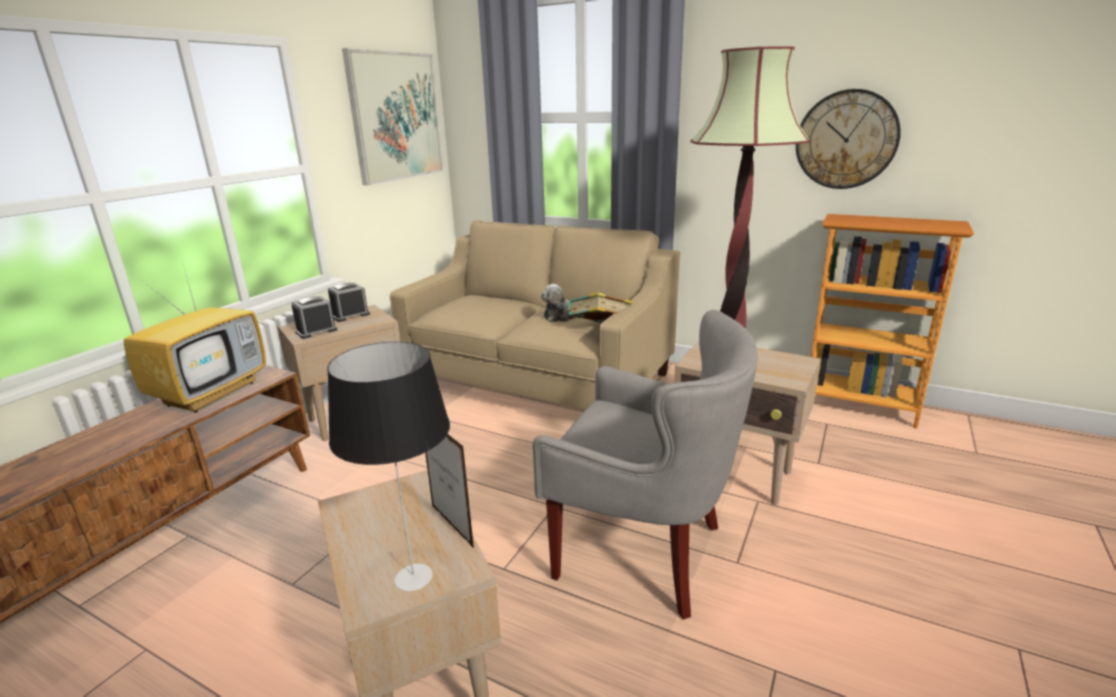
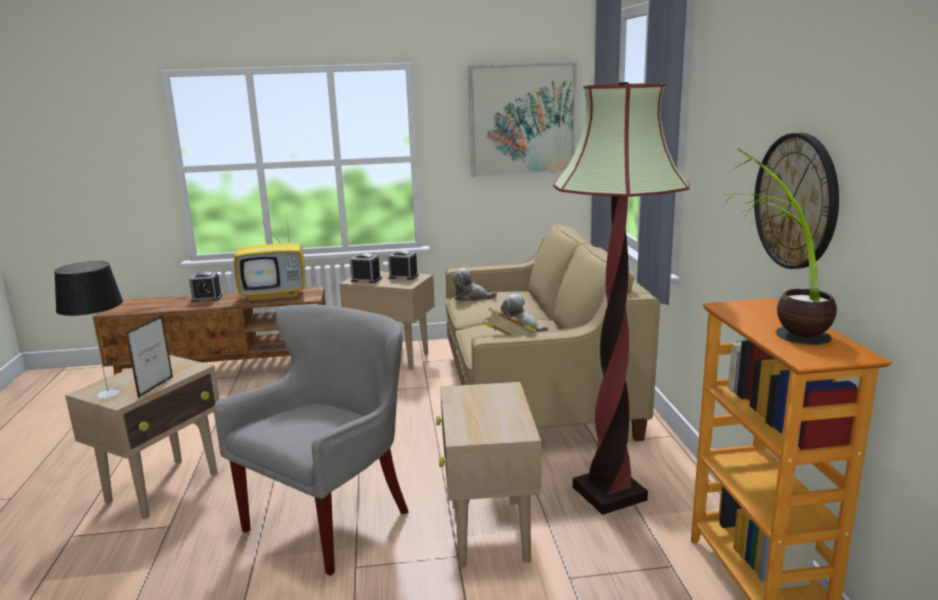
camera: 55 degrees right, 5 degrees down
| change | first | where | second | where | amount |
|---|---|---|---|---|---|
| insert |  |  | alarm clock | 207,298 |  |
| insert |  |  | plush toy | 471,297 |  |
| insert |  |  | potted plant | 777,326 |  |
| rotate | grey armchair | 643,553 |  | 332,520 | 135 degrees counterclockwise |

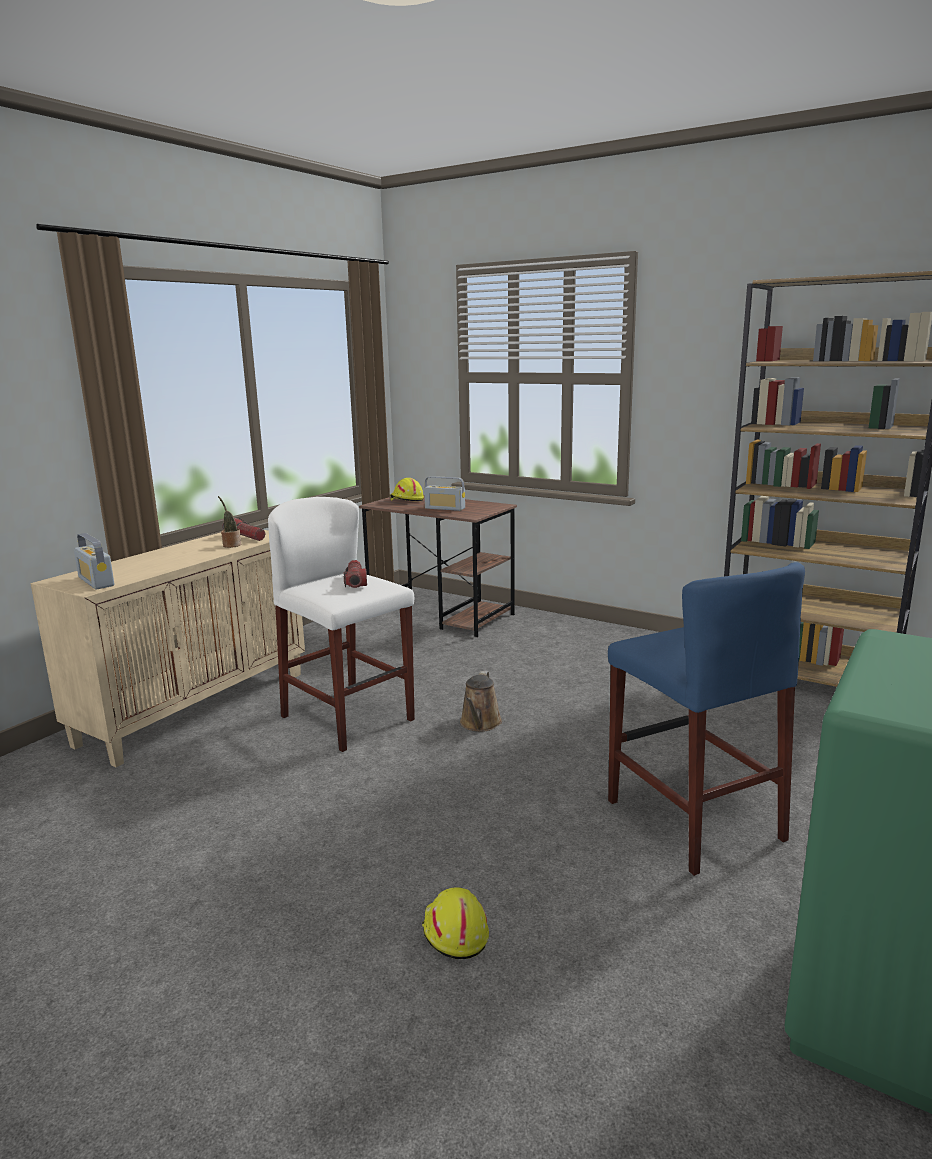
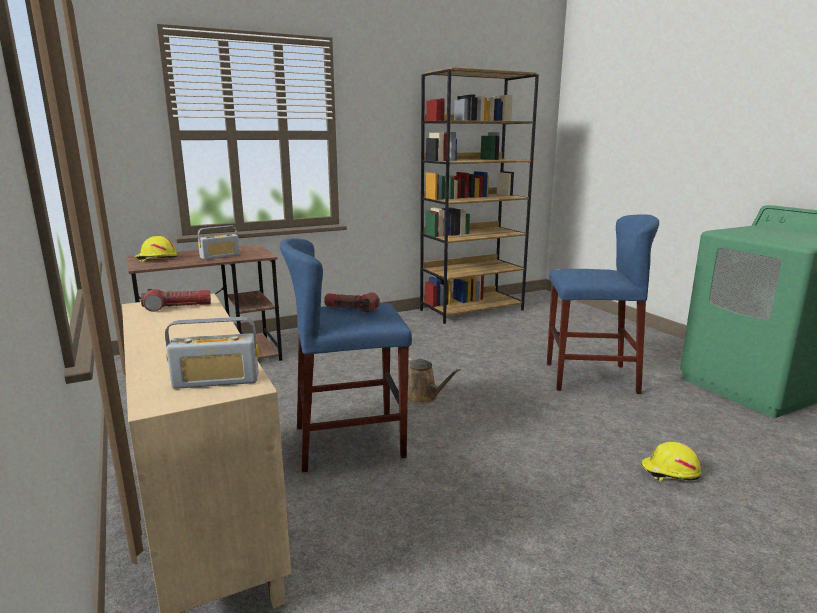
camera: 60 degrees left, 0 degrees up
| change | first | where | second | where | amount |
|---|---|---|---|---|---|
| delete | potted plant | 231,545 |  |  |  |
| recolor | white stool | 348,718 | blue stool | 349,442 |  |

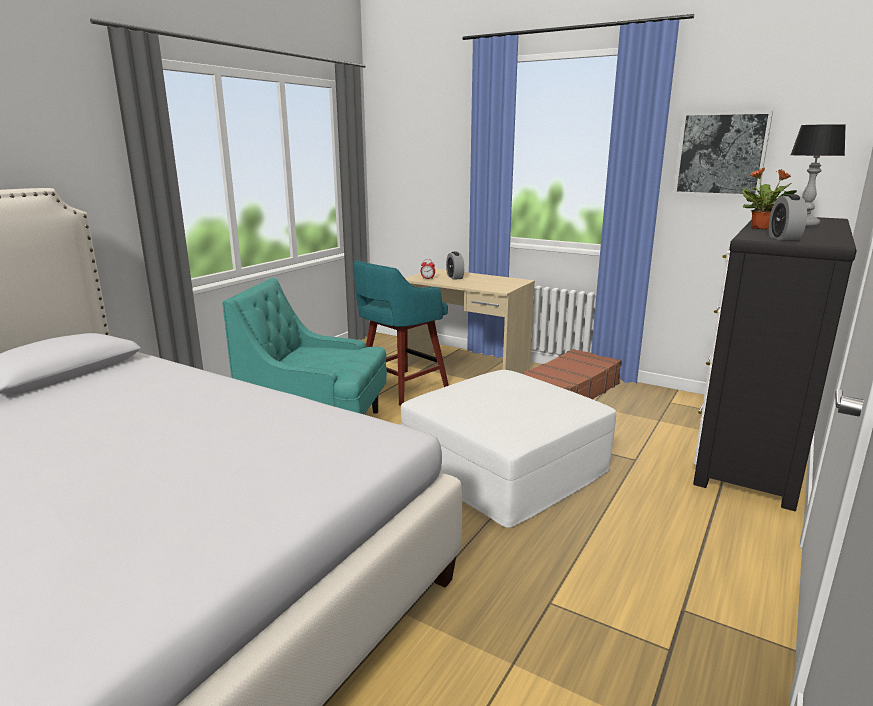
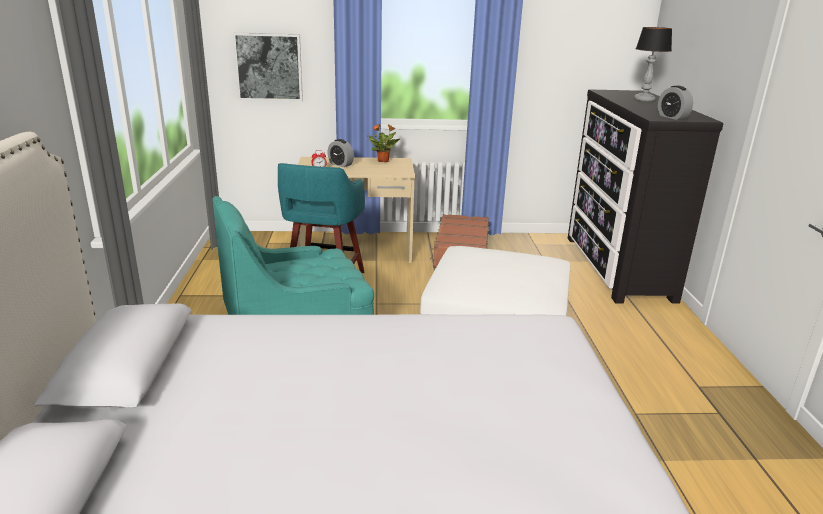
camera: 35 degrees left, 5 degrees up
| change | first | where | second | where | amount |
|---|---|---|---|---|---|
| move | picture | 721,154 |  | 269,67 |  |
| move | potted plant | 761,228 |  | 383,161 |  |

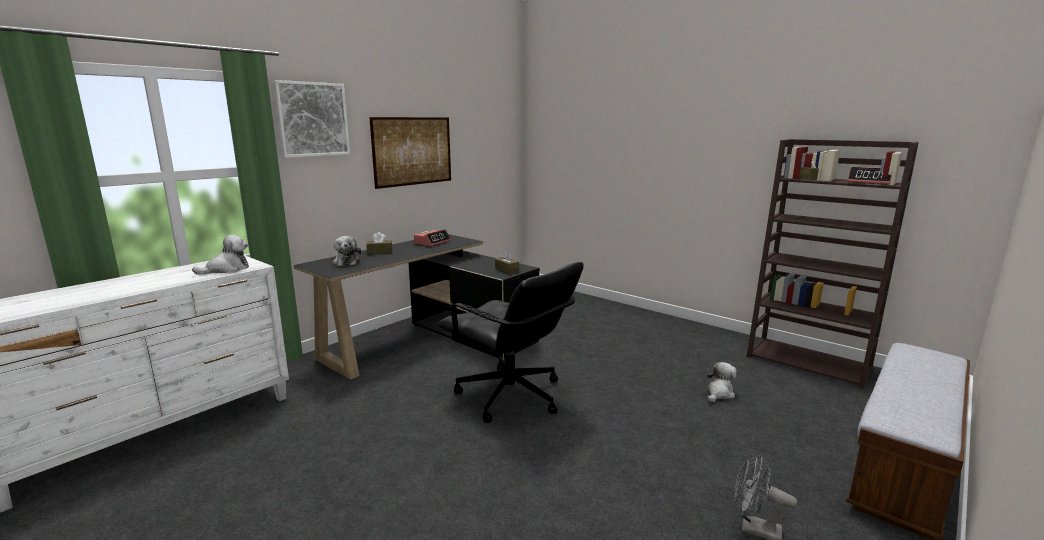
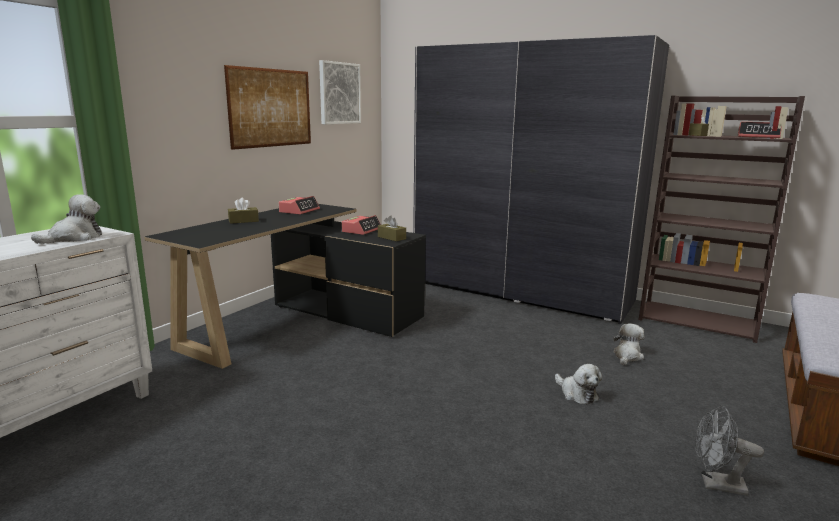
camera: 10 degrees left, 0 degrees up
| change | first | where | second | where | amount |
|---|---|---|---|---|---|
| delete | black office chair | 511,396 |  |  |  |
| insert |  |  | alarm clock | 361,230 |  |
| insert |  |  | grey wardrobe | 520,291 |  |
| move | picture | 312,119 |  | 339,93 |  |
| move | plush toy | 346,262 |  | 577,394 |  |

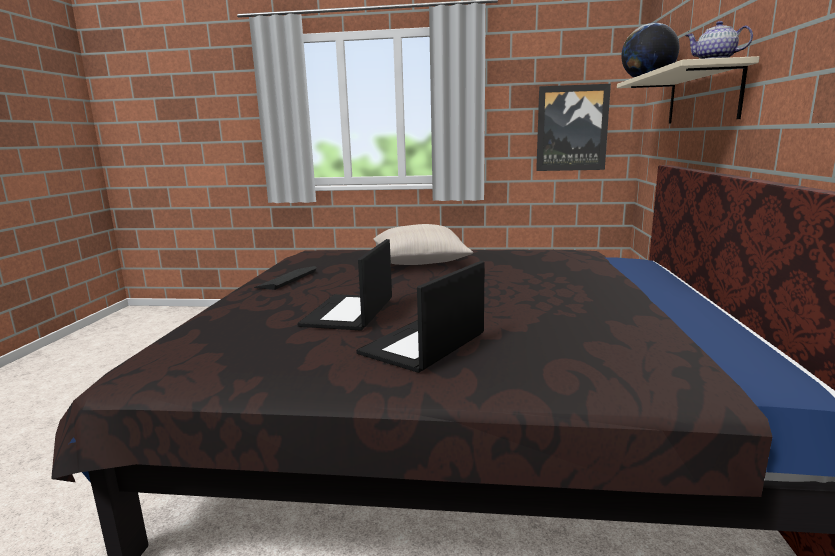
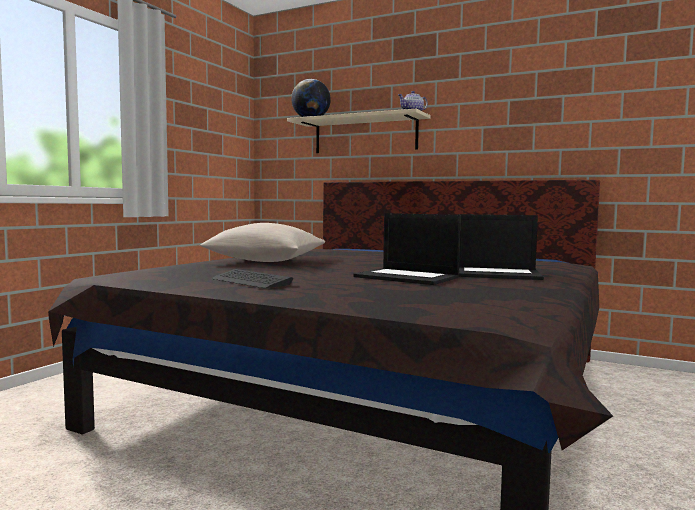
camera: 70 degrees left, 10 degrees down
| change | first | where | second | where | amount |
|---|---|---|---|---|---|
| delete | picture | 571,128 |  |  |  |
| rotate | laptop | 423,345 |  | 497,274 | 45 degrees counterclockwise |

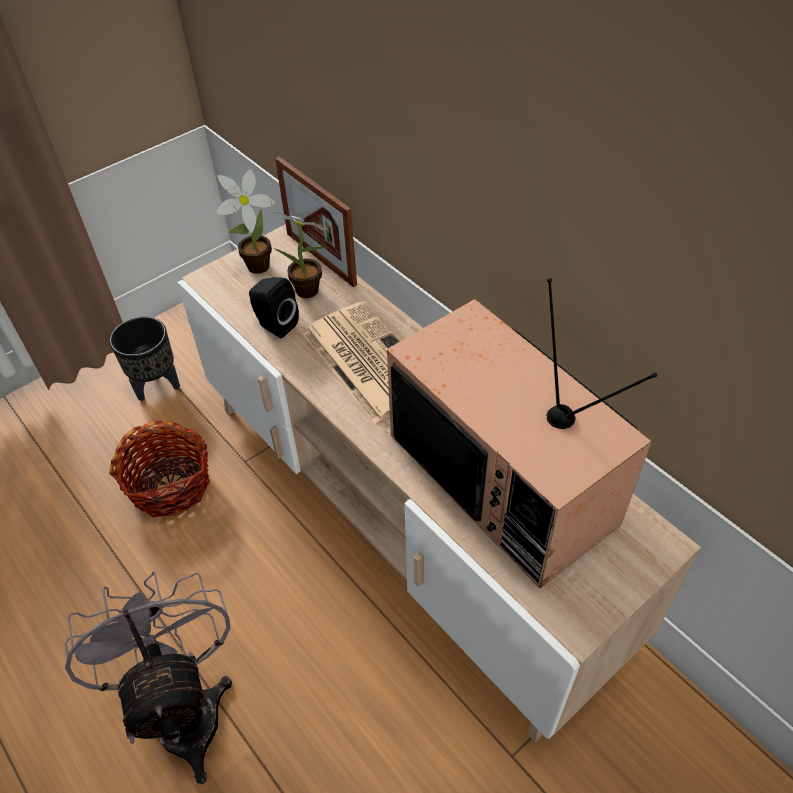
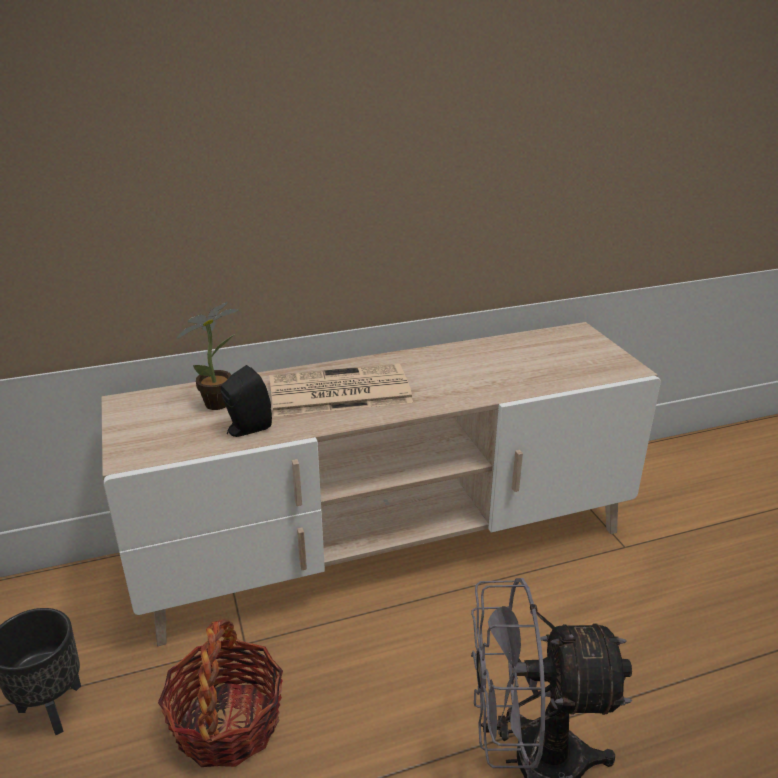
camera: 70 degrees left, 20 degrees down
| change | first | where | second | where | amount |
|---|---|---|---|---|---|
| delete | potted plant | 254,268 |  |  |  |
| delete | picture frame | 321,258 |  |  |  |
| delete | television | 507,478 |  |  |  |

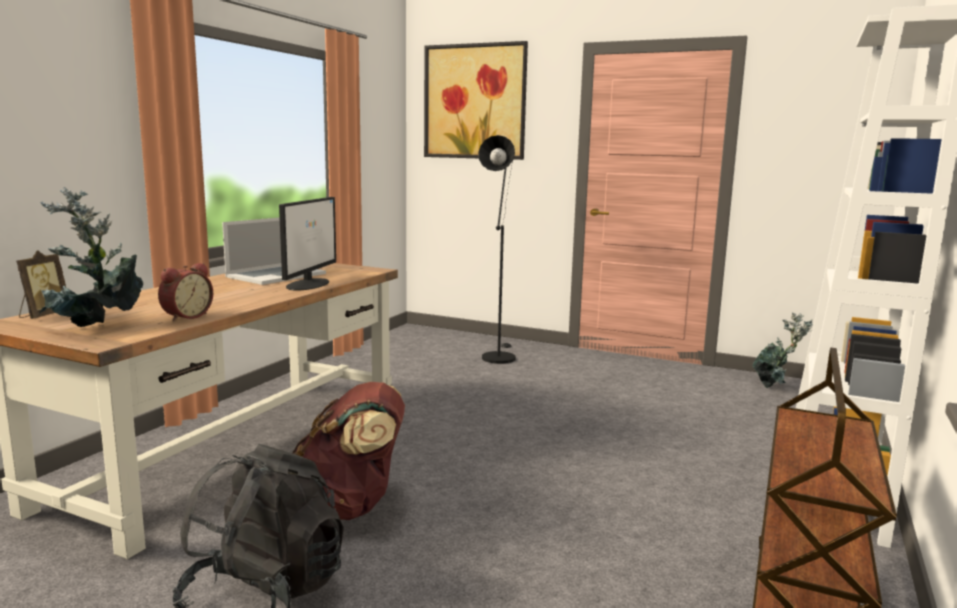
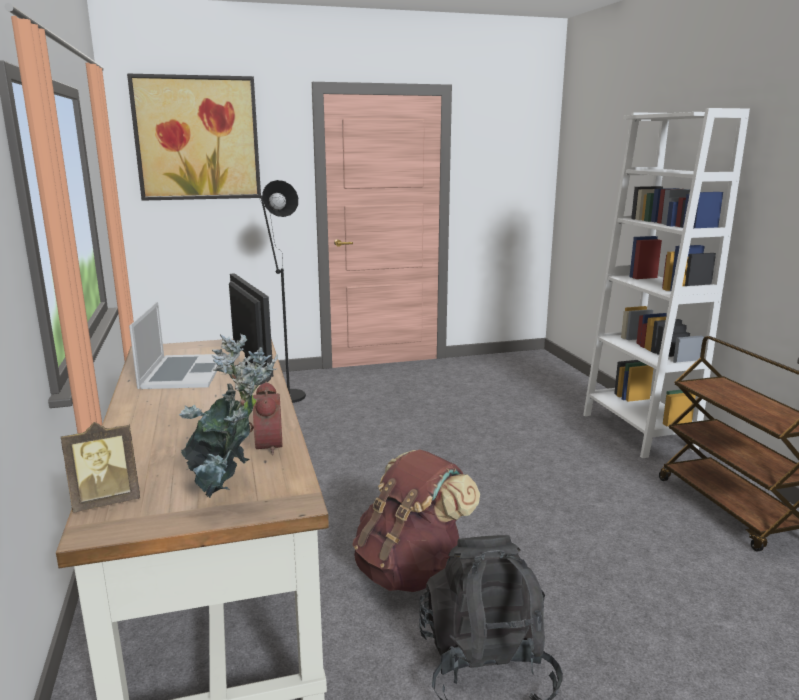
camera: 40 degrees left, 5 degrees up
| change | first | where | second | where | amount |
|---|---|---|---|---|---|
| delete | potted plant | 775,387 |  |  |  |
| rotate | picture frame | 43,315 |  | 106,502 | 90 degrees clockwise |

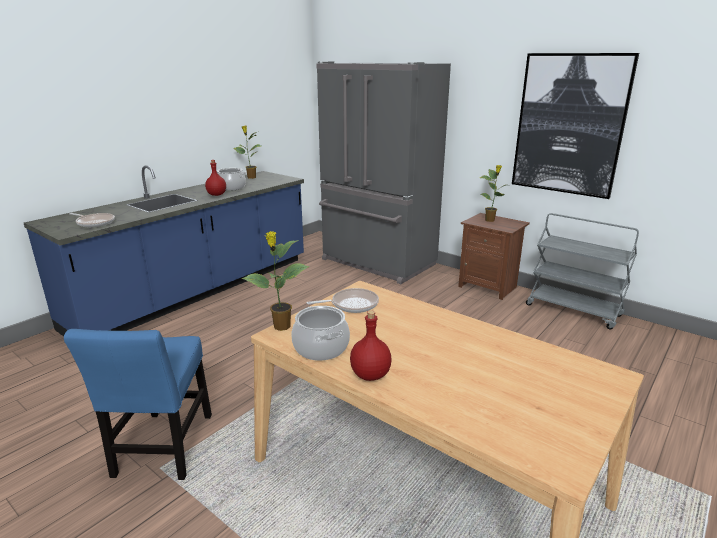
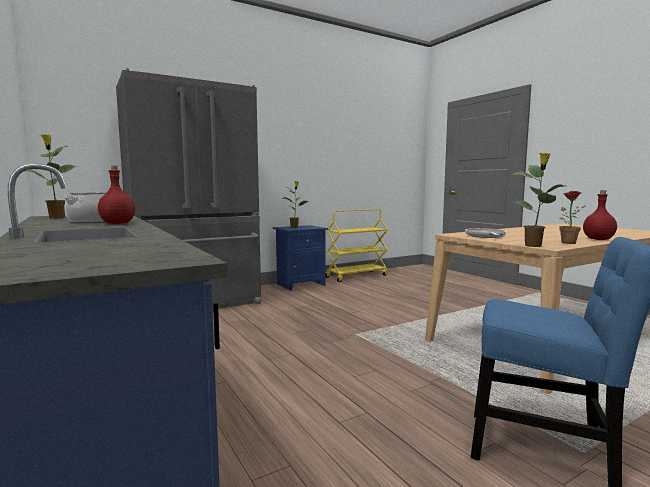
camera: 70 degrees left, 15 degrees down
| change | first | where | second | where | amount |
|---|---|---|---|---|---|
| delete | frying pan | 94,223 |  |  |  |
| delete | picture | 569,125 |  |  |  |
| replace | cooking pot | 321,348 | potted plant | 566,242 |  |
| recolor | brown nightstand | 488,286 | blue nightstand | 300,284 |  |
| recolor | grey cart | 574,310 | yellow cart | 356,276 |  |

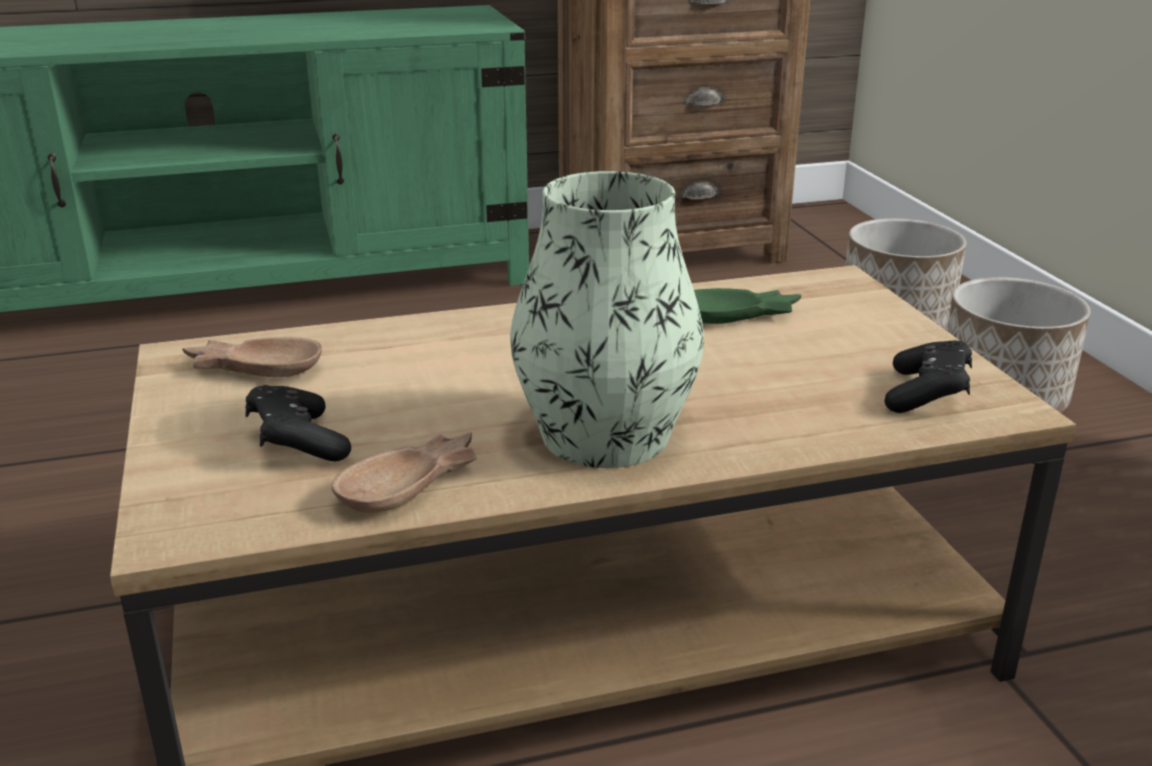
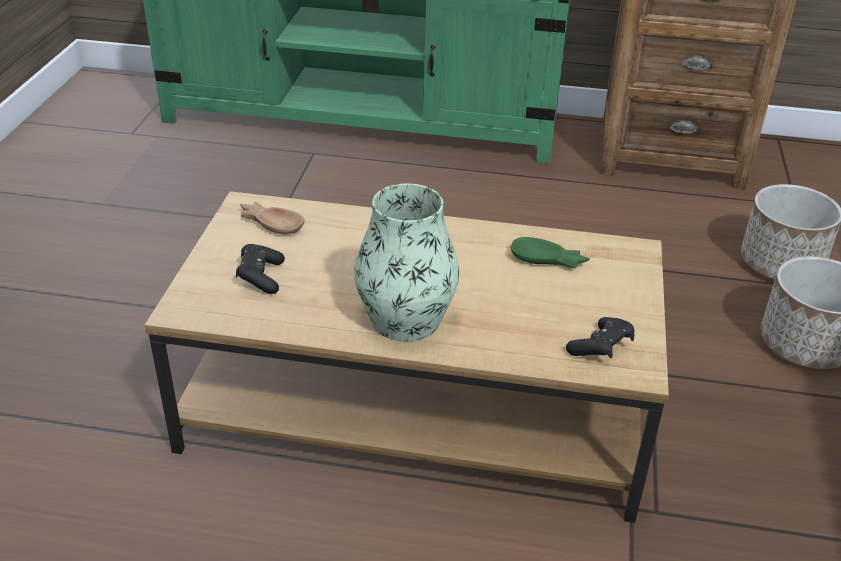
camera: 25 degrees right, 10 degrees up
| change | first | where | second | where | amount |
|---|---|---|---|---|---|
| delete | brown bowl | 413,485 |  |  |  |

